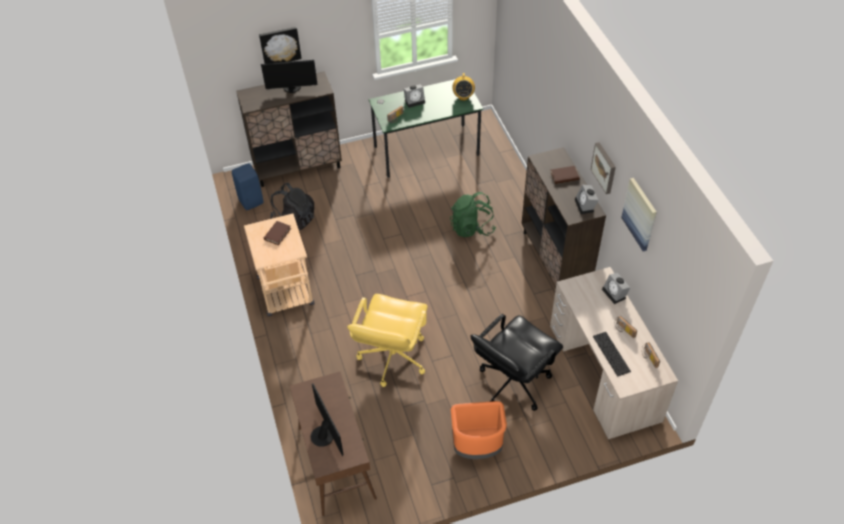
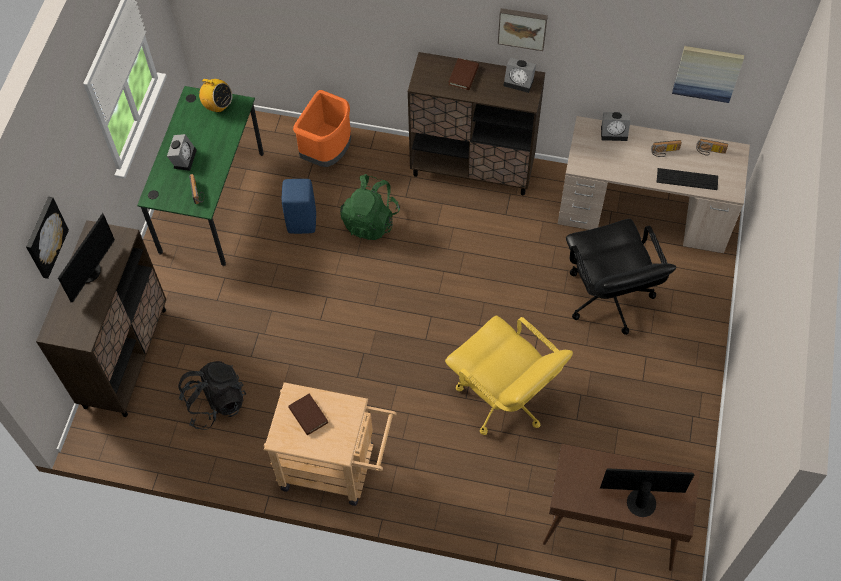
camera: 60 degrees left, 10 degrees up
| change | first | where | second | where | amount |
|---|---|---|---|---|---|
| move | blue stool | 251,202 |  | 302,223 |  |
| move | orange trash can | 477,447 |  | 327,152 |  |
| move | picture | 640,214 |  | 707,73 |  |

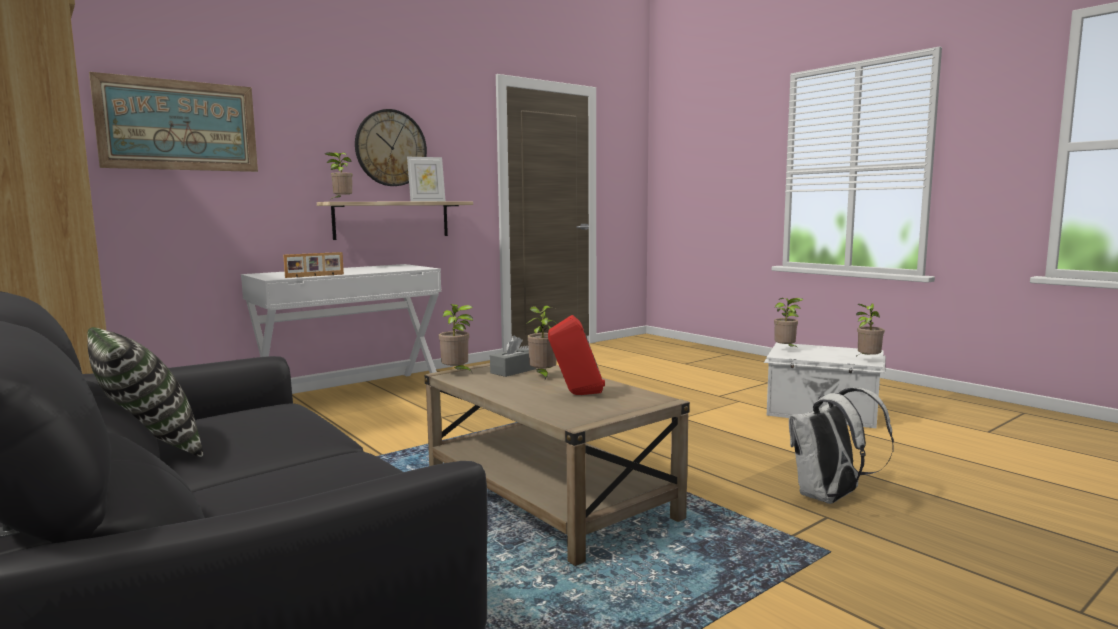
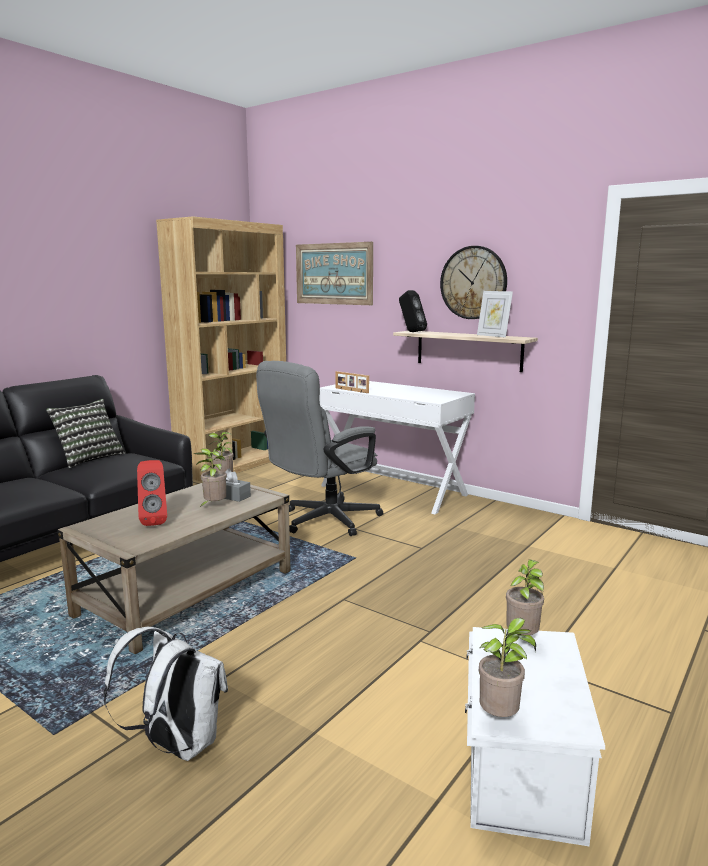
camera: 75 degrees right, 5 degrees up
| change | first | where | second | where | amount |
|---|---|---|---|---|---|
| insert |  |  | grey office chair | 322,521 |  |
| replace | potted plant | 341,201 | black speaker | 411,332 |  |

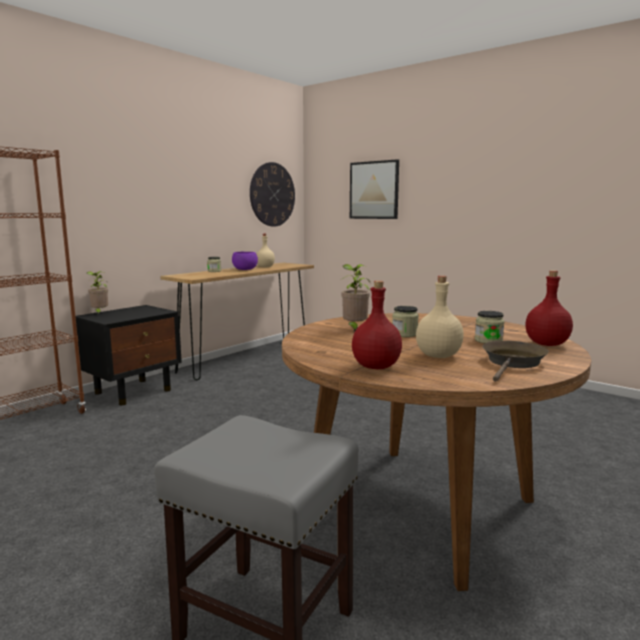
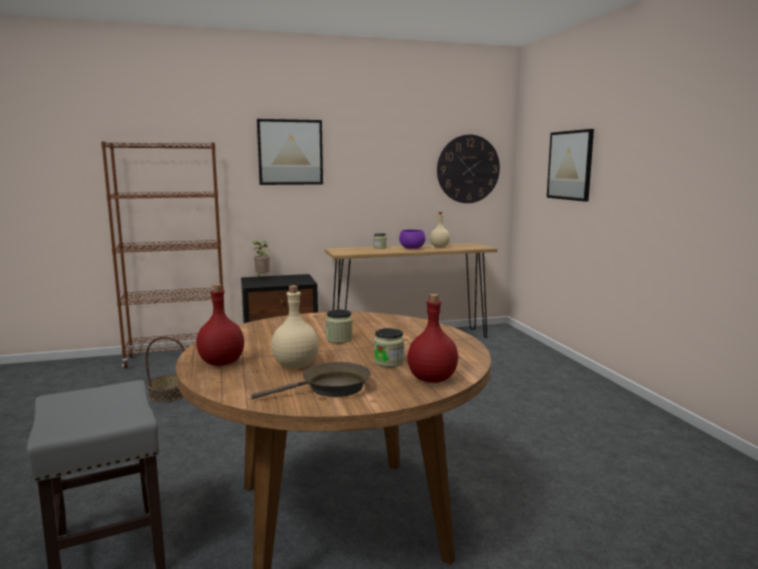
camera: 35 degrees right, 0 degrees up
| change | first | where | second | where | amount |
|---|---|---|---|---|---|
| delete | potted plant | 354,329 |  |  |  |
| insert |  |  | basket | 169,394 |  |
| insert |  |  | picture | 290,152 |  |

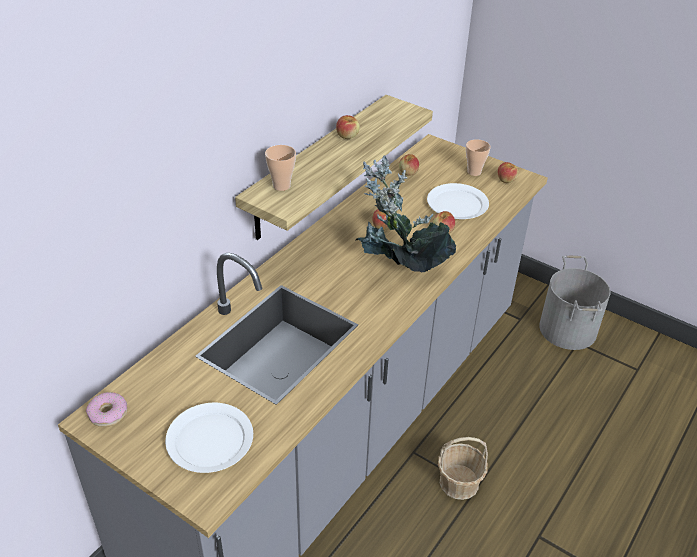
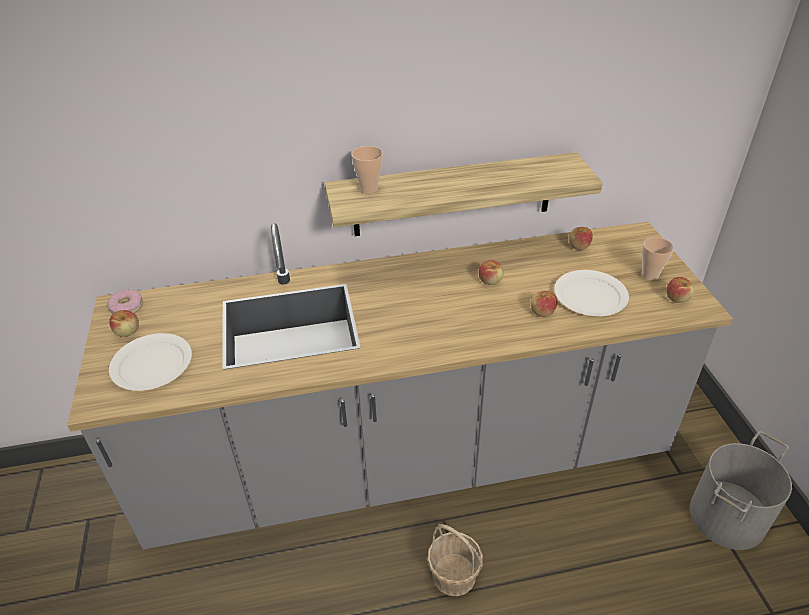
camera: 45 degrees right, 0 degrees up
| change | first | where | second | where | amount |
|---|---|---|---|---|---|
| delete | potted plant | 398,271 |  |  |  |
| move | apple | 347,136 |  | 127,331 |  |

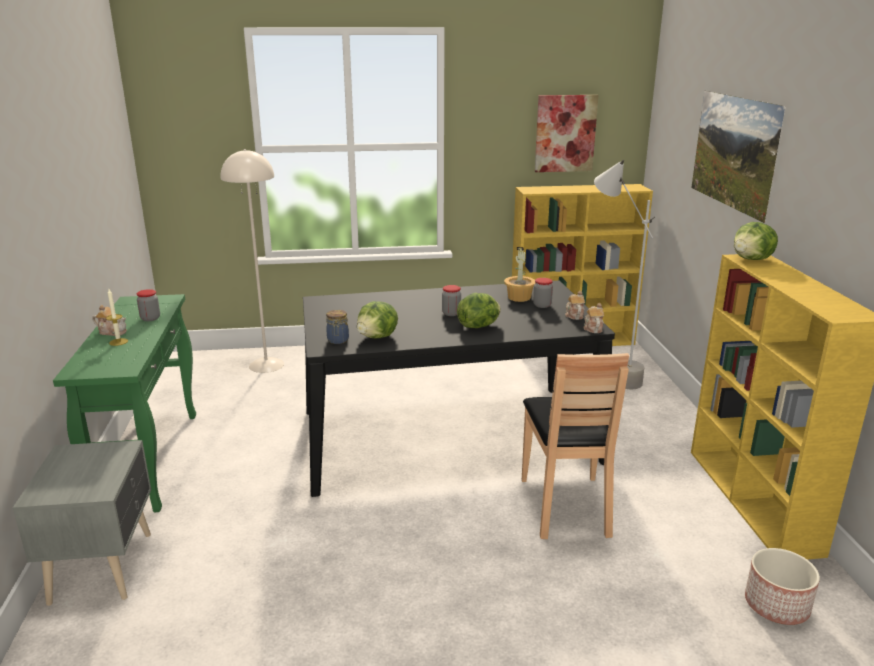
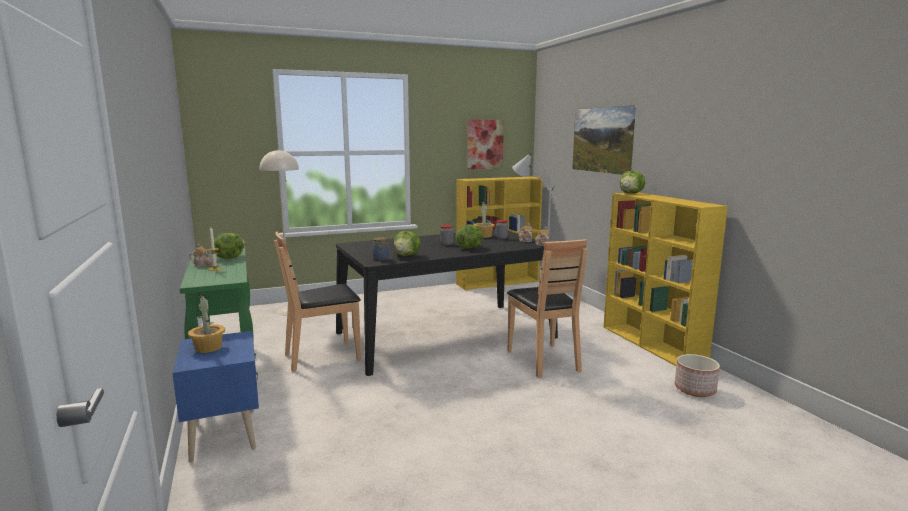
camera: 15 degrees left, 10 degrees down
| change | first | where | second | where | amount |
|---|---|---|---|---|---|
| insert |  |  | potted plant | 208,348 |  |
| insert |  |  | brown chair | 323,356 |  |
| replace | jar | 150,318 | lettuce | 229,258 |  |
| recolor | grey nightstand | 105,566 | blue nightstand | 226,433 |  |

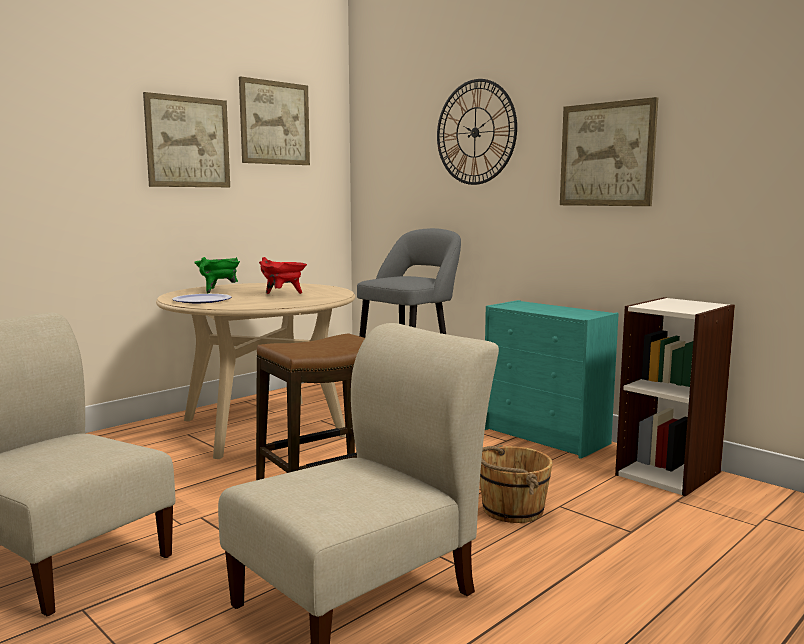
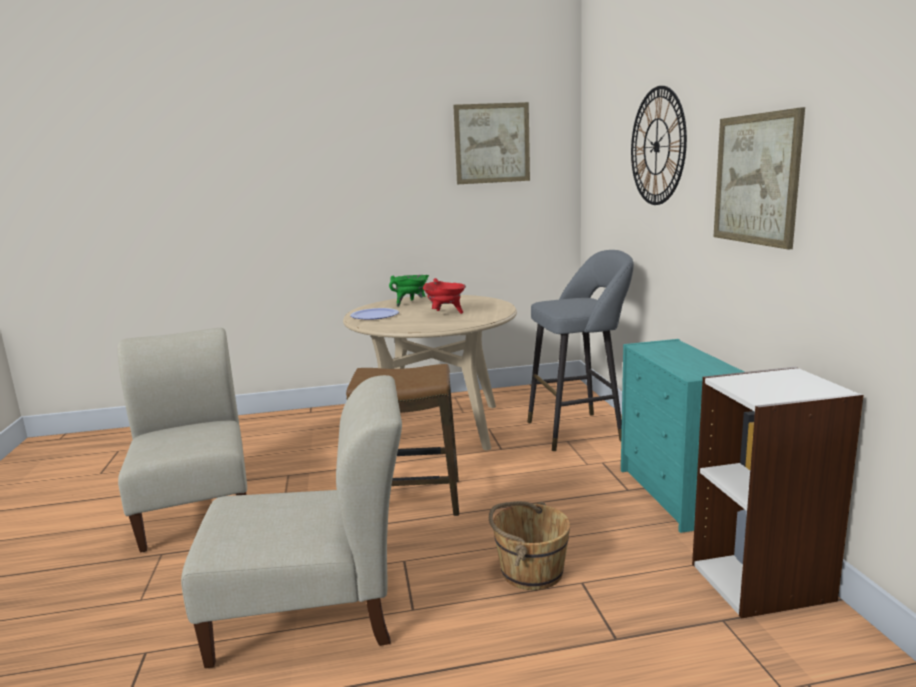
camera: 35 degrees right, 5 degrees up
| change | first | where | second | where | amount |
|---|---|---|---|---|---|
| delete | picture | 188,142 |  |  |  |

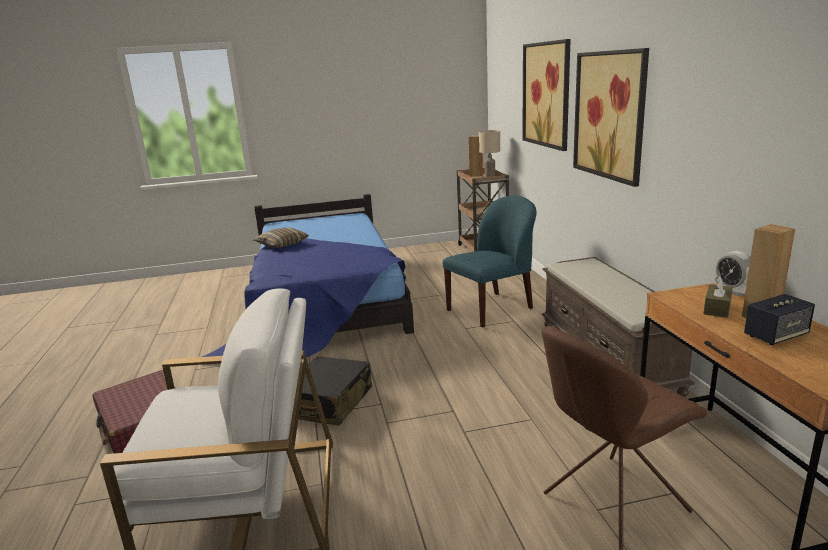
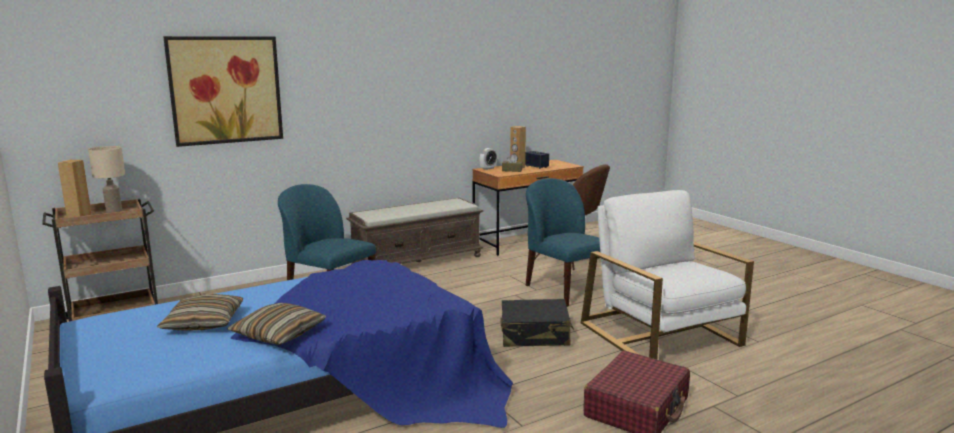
camera: 110 degrees left, 5 degrees down
| change | first | where | second | where | amount |
|---|---|---|---|---|---|
| delete | picture | 609,115 |  |  |  |
| insert |  |  | pillow | 204,322 |  |
| insert |  |  | blue chair | 565,290 |  |

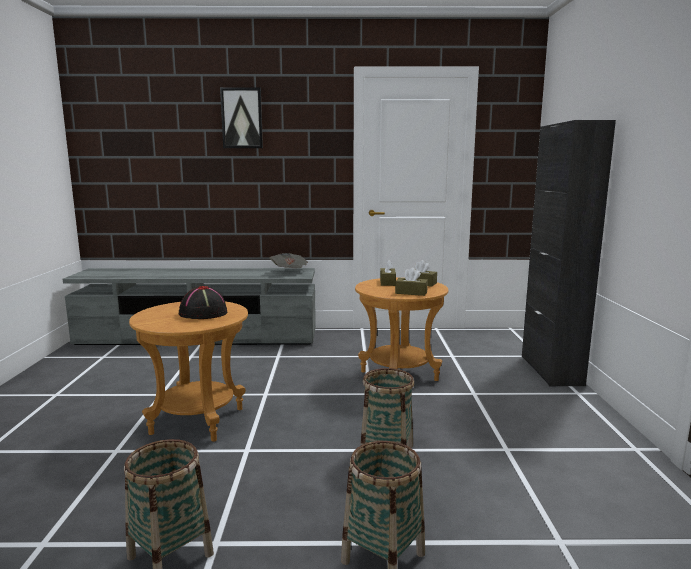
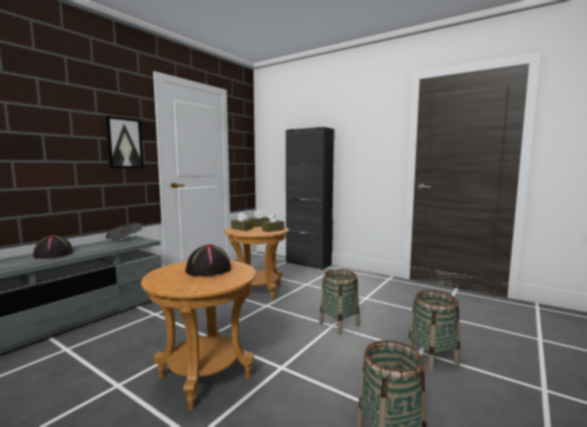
camera: 55 degrees left, 5 degrees down
| change | first | where | second | where | amount |
|---|---|---|---|---|---|
| insert |  |  | black hat | 54,254 |  |
| move | picture | 242,118 |  | 124,143 |  |

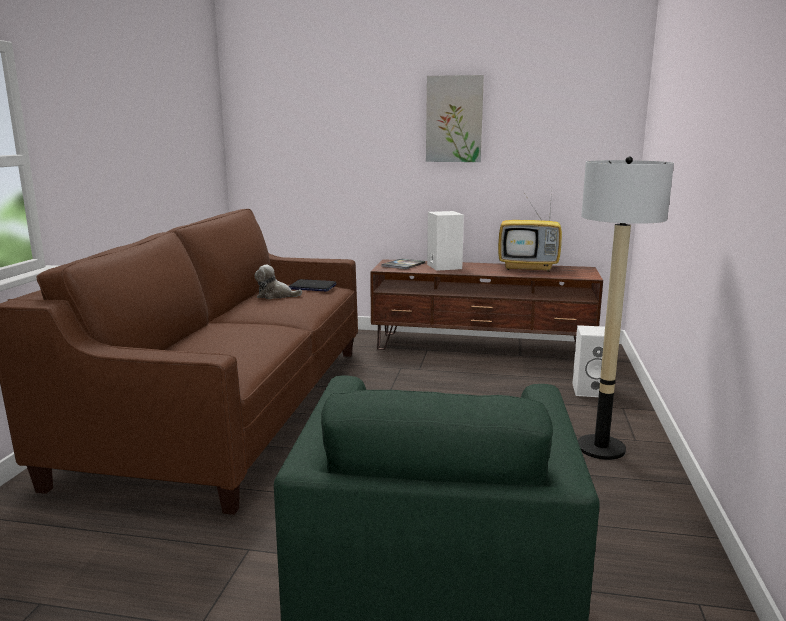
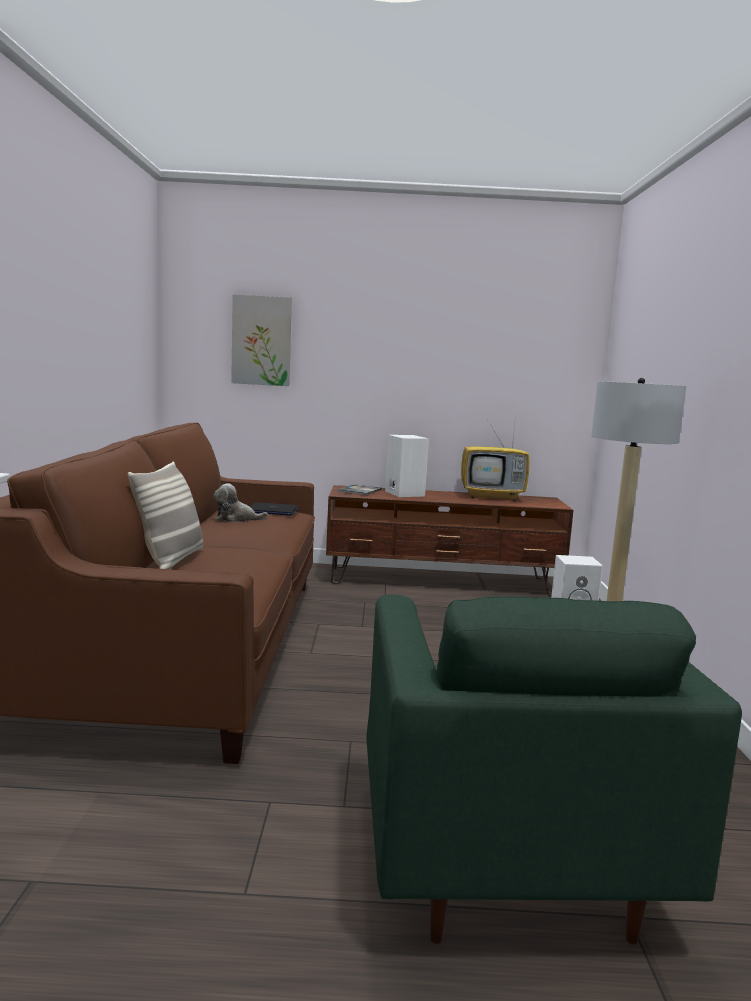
camera: 10 degrees left, 5 degrees down
| change | first | where | second | where | amount |
|---|---|---|---|---|---|
| insert |  |  | pillow | 171,561 |  |
| move | picture | 454,119 |  | 261,341 |  |

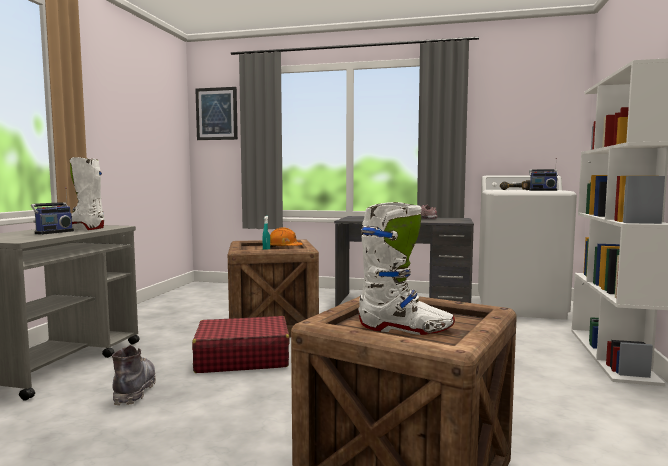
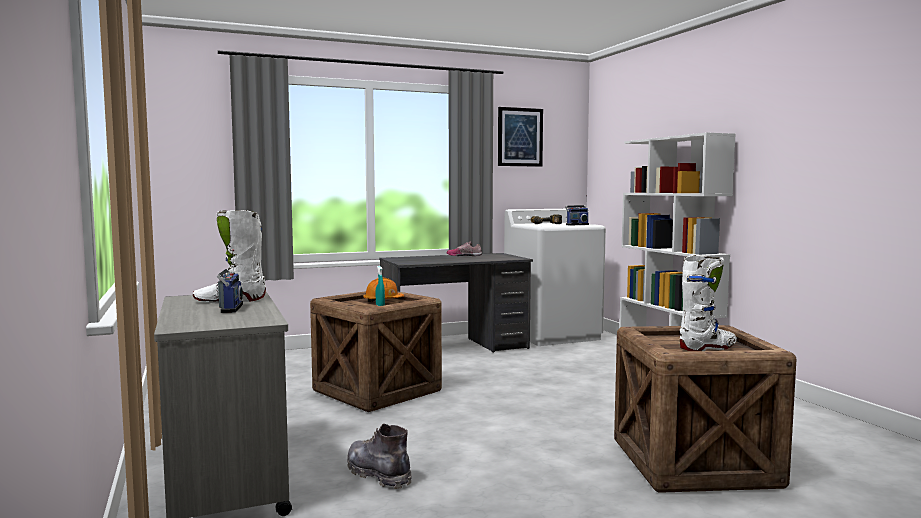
camera: 35 degrees left, 0 degrees up
| change | first | where | second | where | amount |
|---|---|---|---|---|---|
| delete | red suitcase | 242,358 |  |  |  |
| move | picture | 217,114 |  | 520,137 |  |

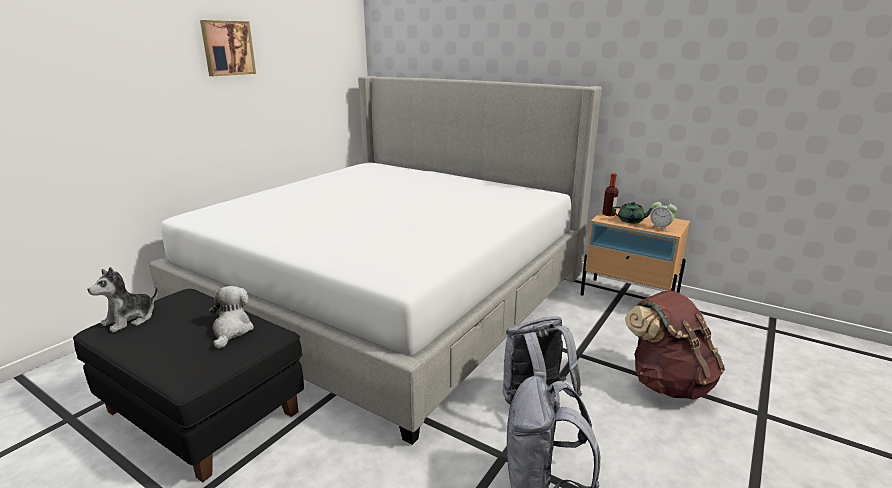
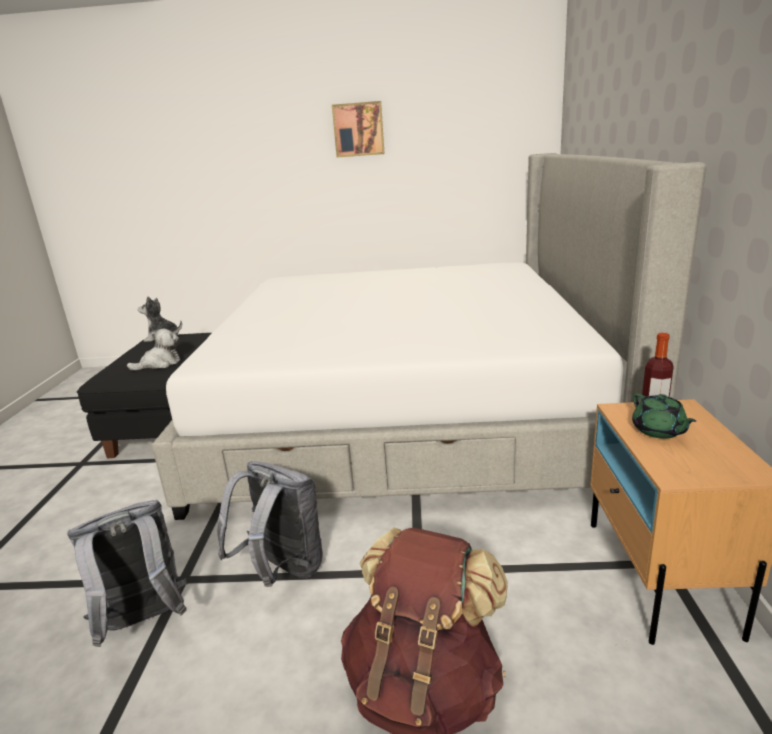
camera: 60 degrees right, 0 degrees up
| change | first | where | second | where | amount |
|---|---|---|---|---|---|
| delete | alarm clock | 660,228 |  |  |  |

